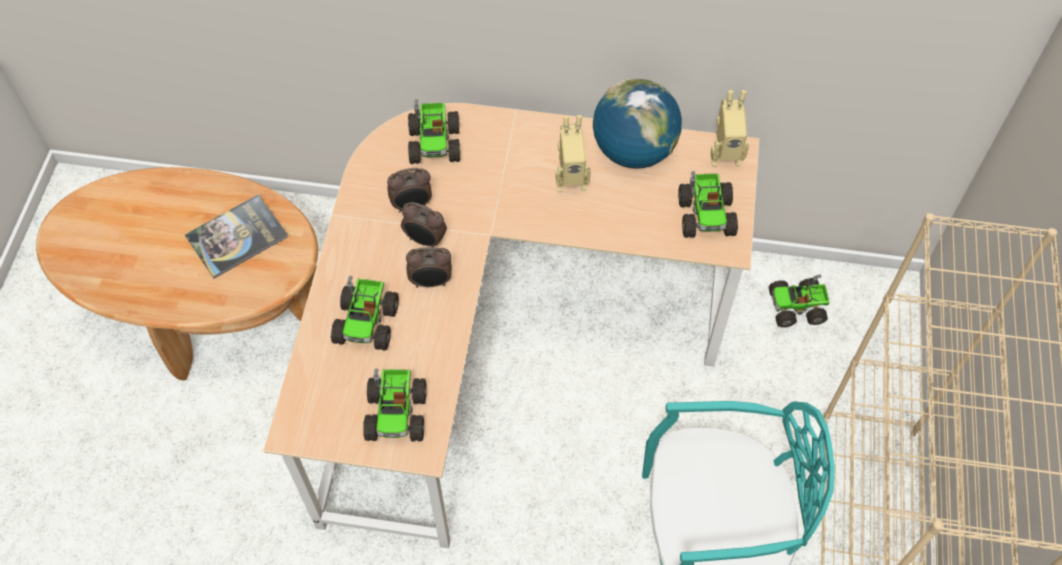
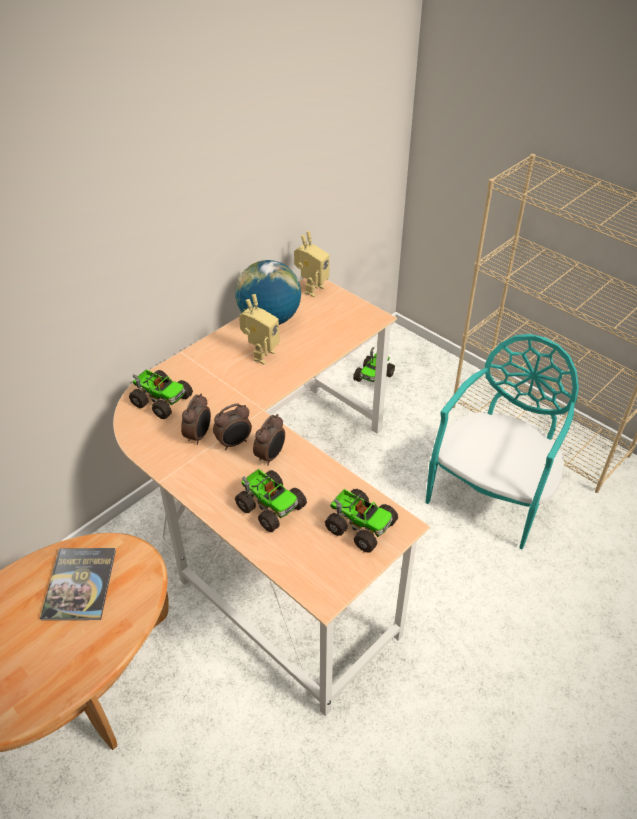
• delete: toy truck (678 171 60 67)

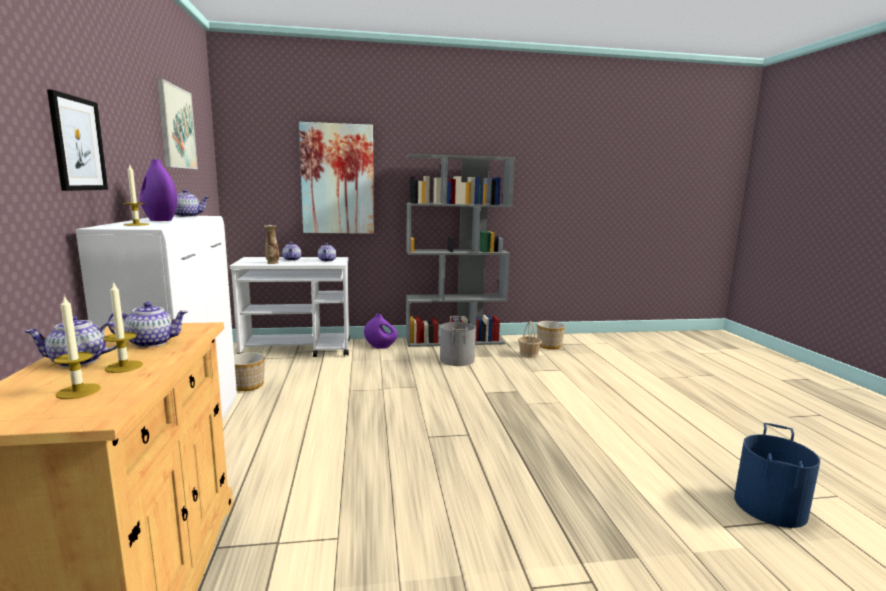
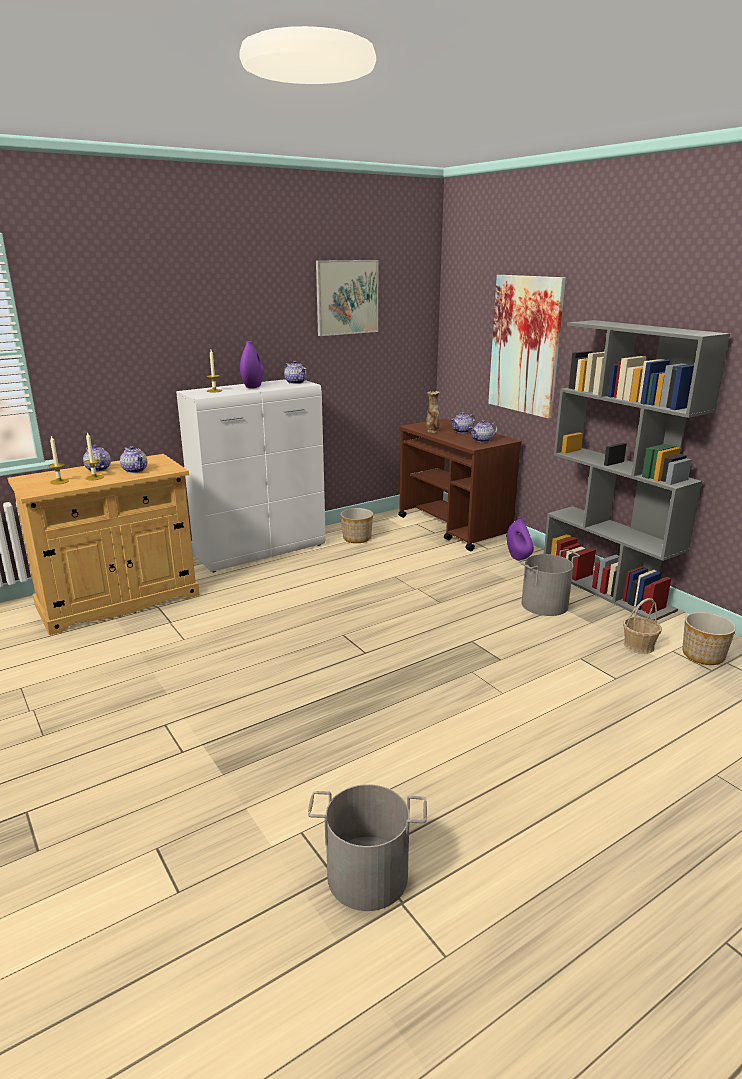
• recolor: bucket (blue) (734 423 86 105) to bucket (grey) (308 784 119 127)
• recolor: cart (white) (230 257 120 100) to cart (brown) (398 419 124 132)
• delete: picture (47 89 61 102)

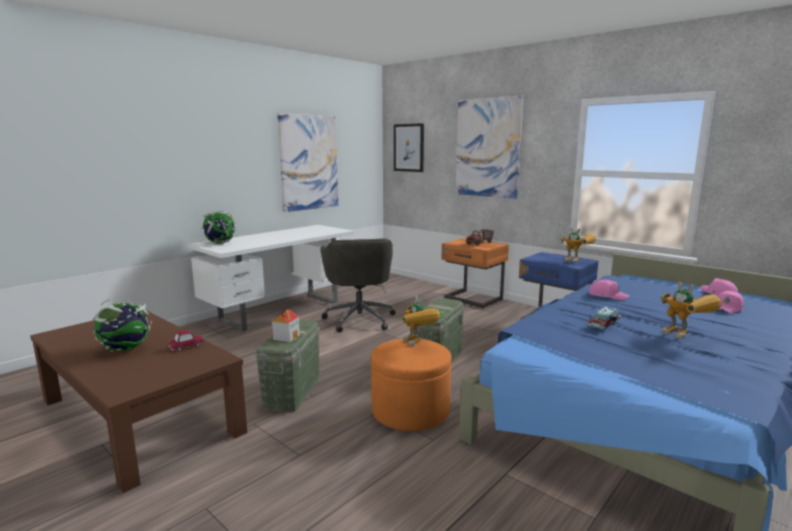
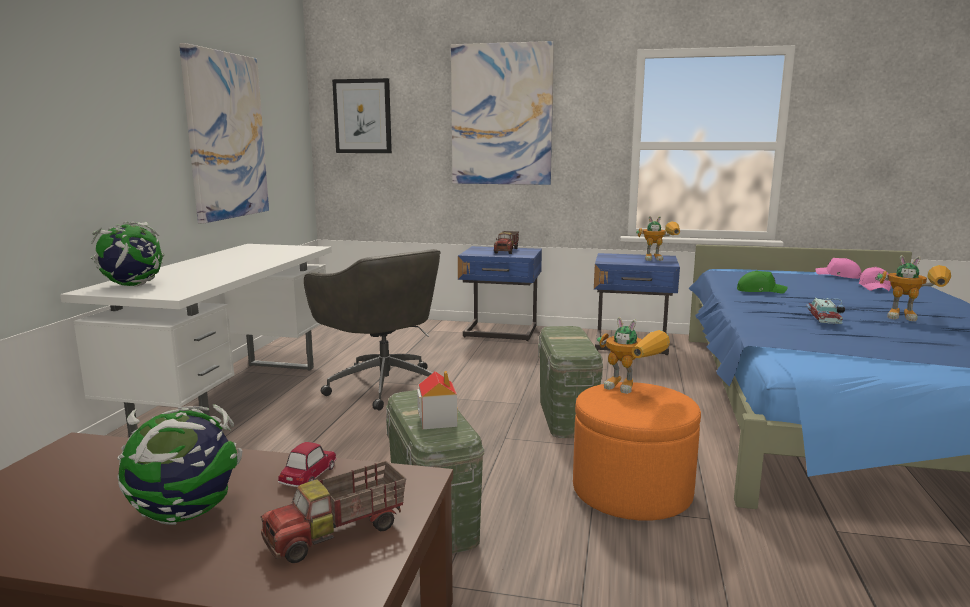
• insert: toy truck (261 461 145 102)
• recolor: nightstand (orange) (441 238 68 71) to nightstand (blue) (458 246 84 95)
• recolor: cap (pink) (588 279 41 22) to cap (green) (737 270 51 24)

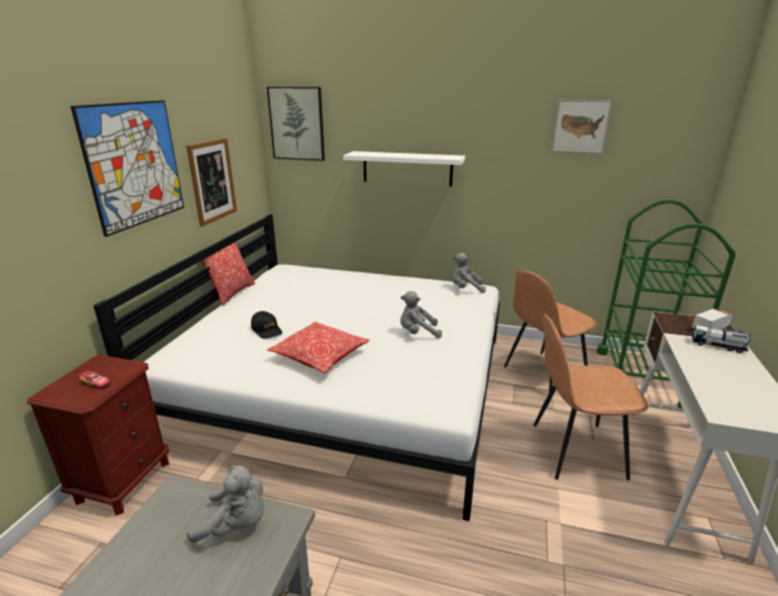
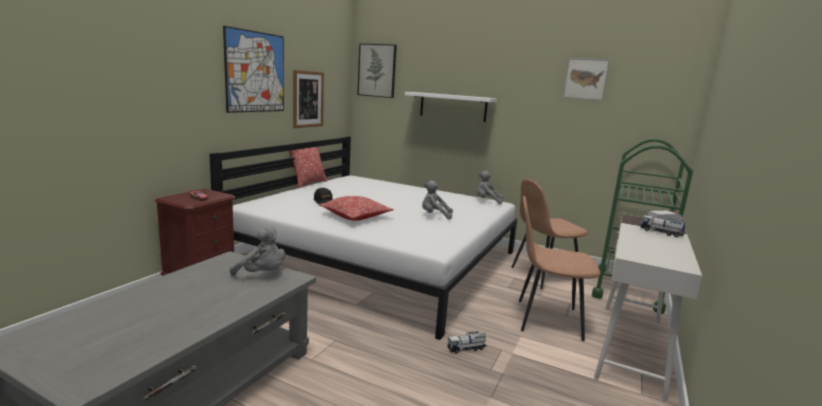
• insert: toy truck (447 331 40 23)

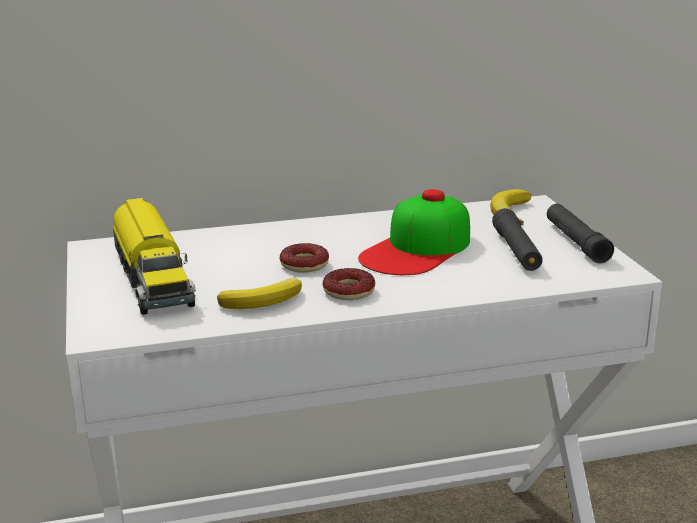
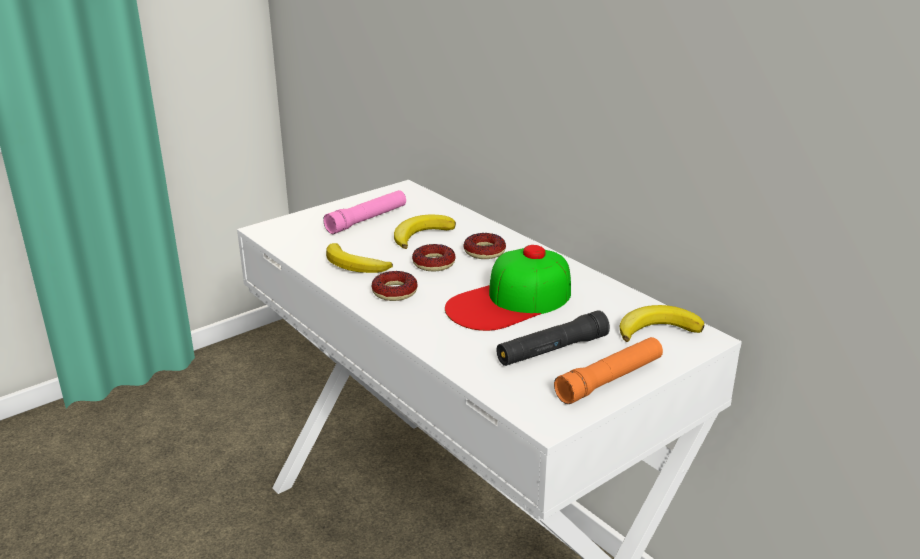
• replace: toy truck (113 198 83 117) to flashlight (pink) (323 190 83 44)
• insert: banana (394 214 62 35)
• rotate: cap (358 189 112 86) = (445 245 126 86) 45 degrees counterclockwise
• insert: donut (464 233 42 26)
• recolor: flashlight (black) (547 204 67 59) to flashlight (orange) (554 337 109 67)

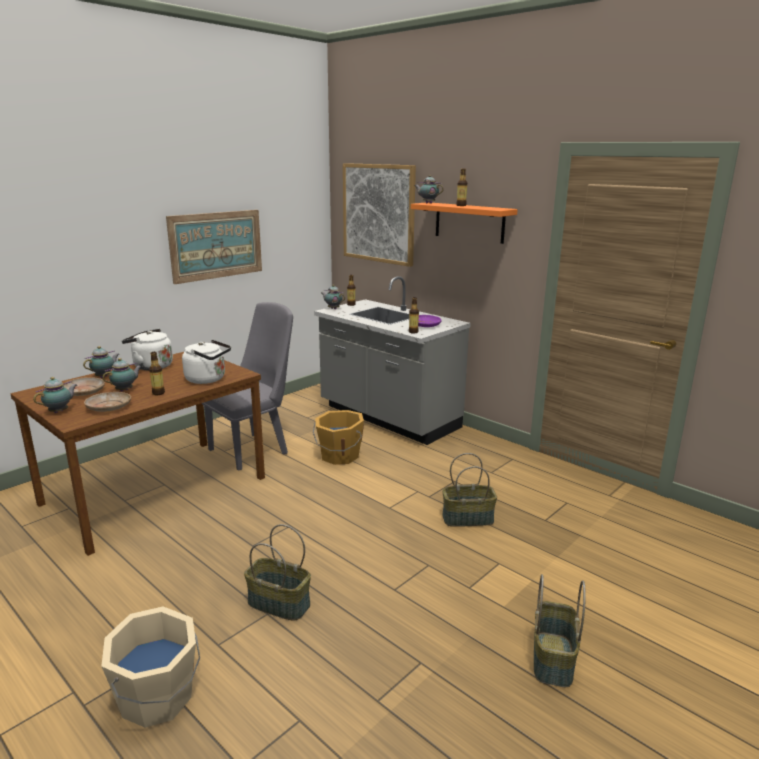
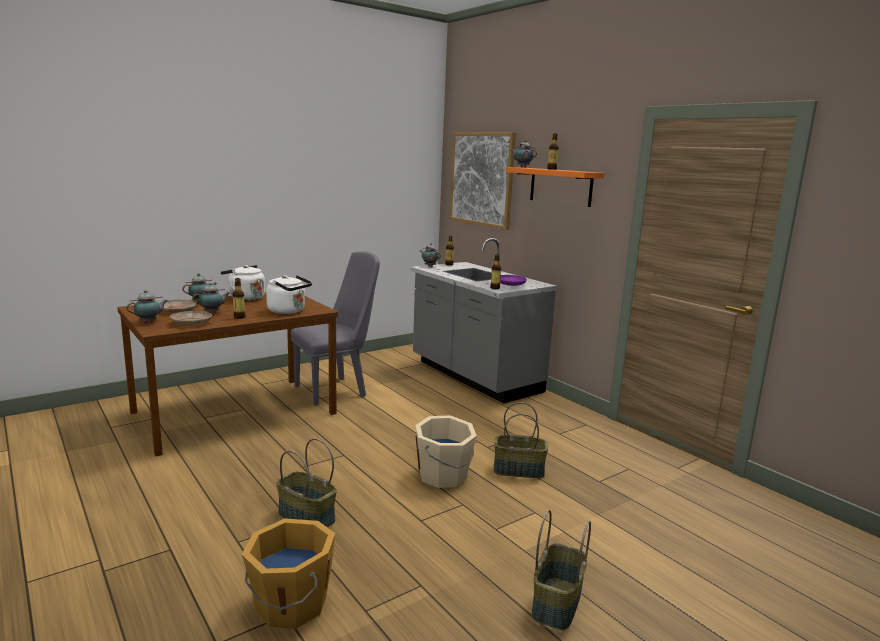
• move: bucket (orange) (313 410 51 55) to (242 518 93 111)
• move: bucket (beige) (101 606 99 122) to (415 415 62 73)
• delete: picture (166 210 96 74)

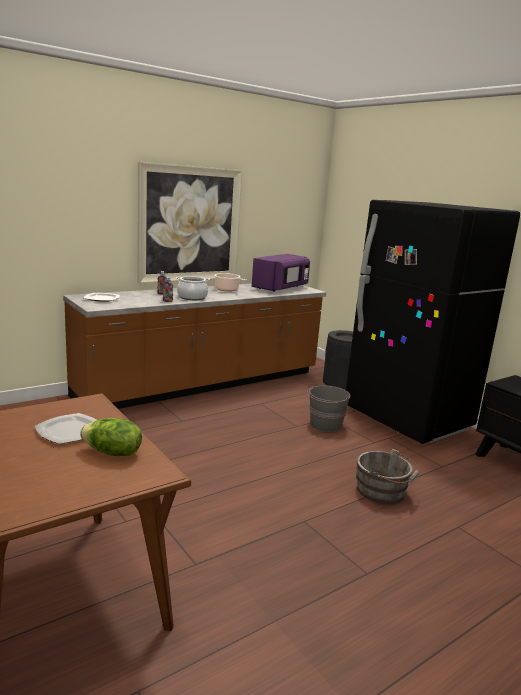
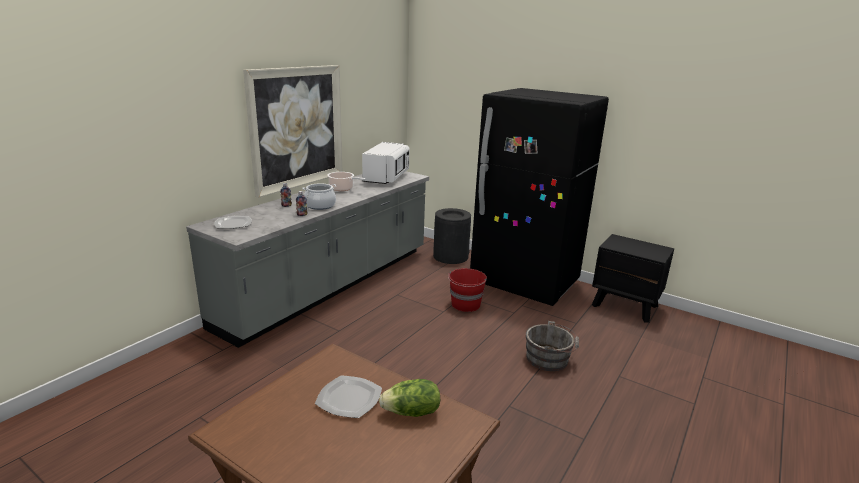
• recolor: counter (brown) (63 284 263 125) to counter (grey) (186 171 243 177)
• recolor: microwave (purple) (251 254 59 38) to microwave (white) (362 142 47 42)
• recolor: bucket (grey) (307 386 44 46) to bucket (red) (448 268 39 44)

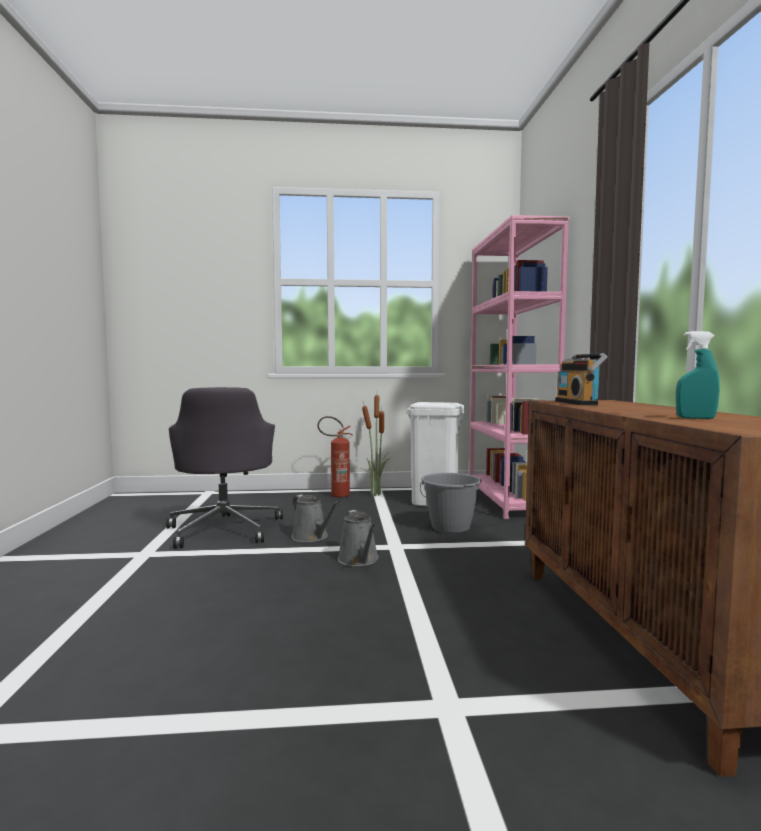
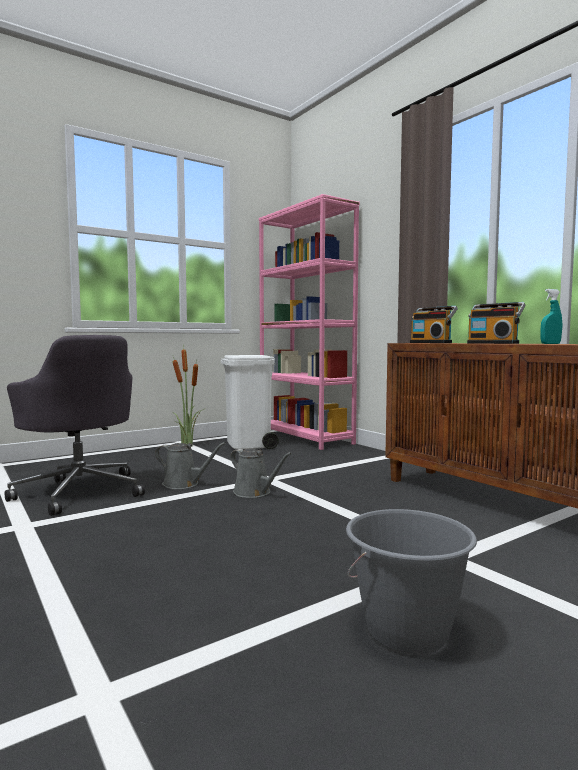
• move: bucket (grey) (420 473 62 61) to (346 509 131 146)
• insert: radio (467 302 59 42)
• delete: fire extinguisher (317 416 36 81)

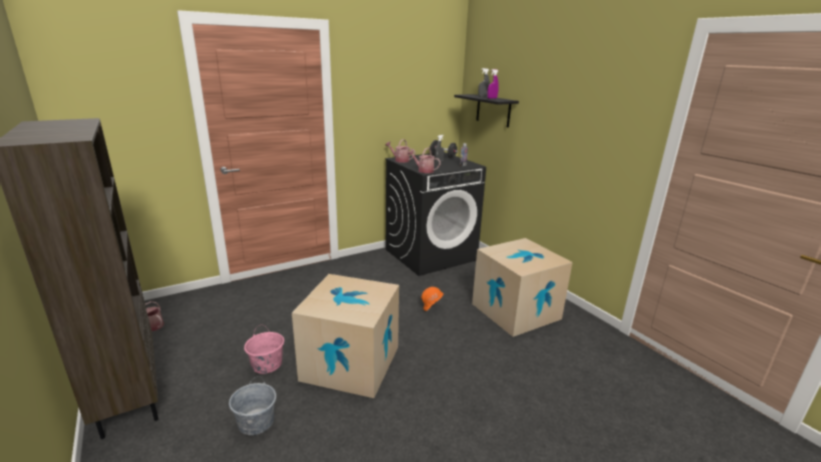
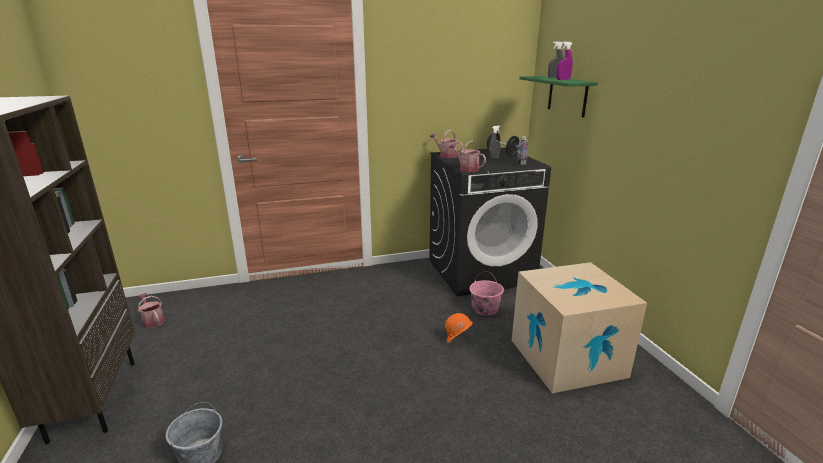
• move: bucket (pink) (244 325 40 49) to (469 271 35 45)
• recolor: shelf (black) (454 94 65 34) to shelf (green) (519 76 79 41)
• delete: cardboard box (292 274 107 124)

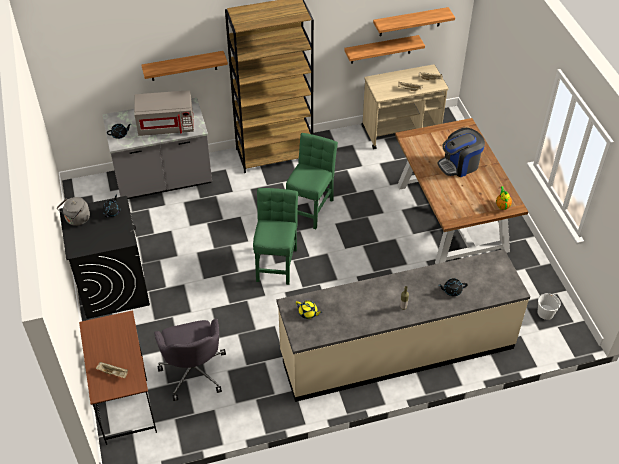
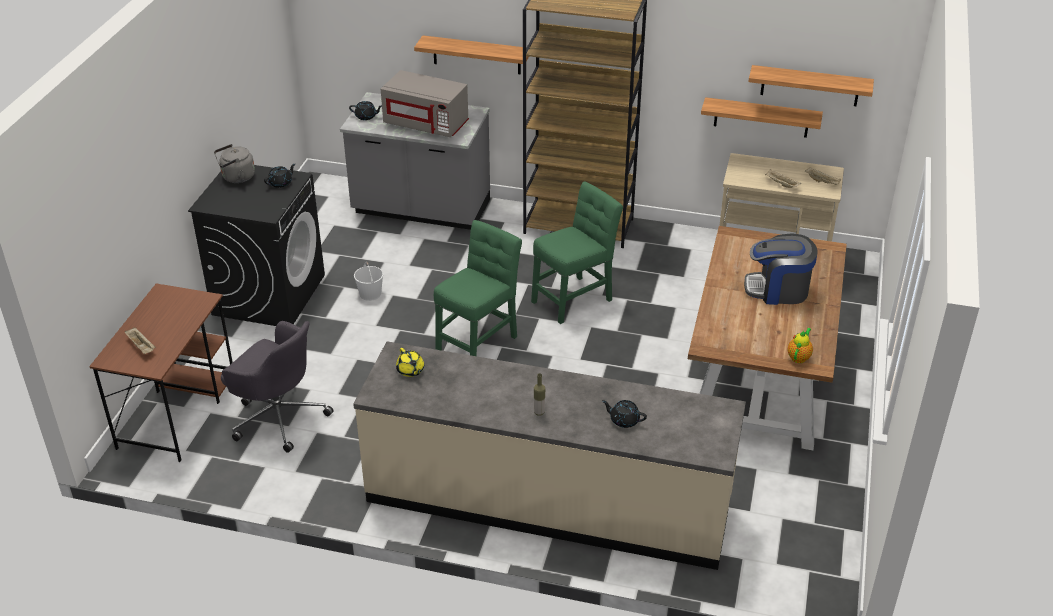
• rotate: office chair (grey) (154 319 72 82) = (221 321 113 132) 75 degrees counterclockwise
• move: bucket (white) (538 293 23 27) to (354 262 29 39)

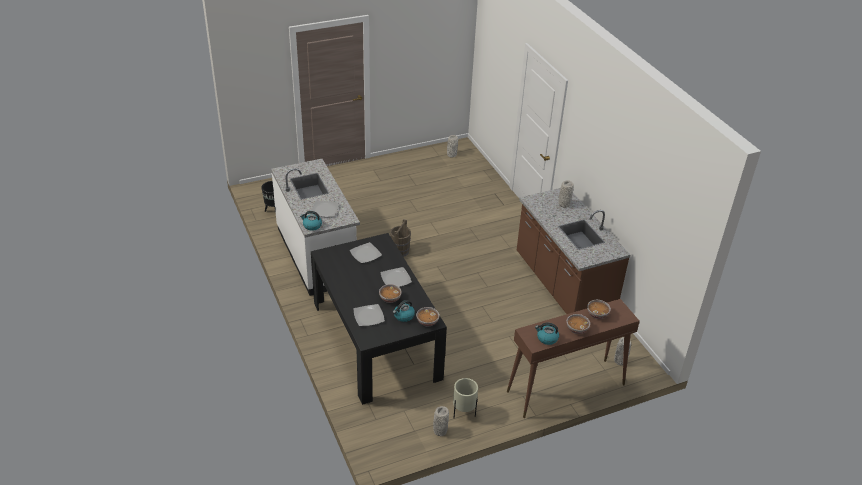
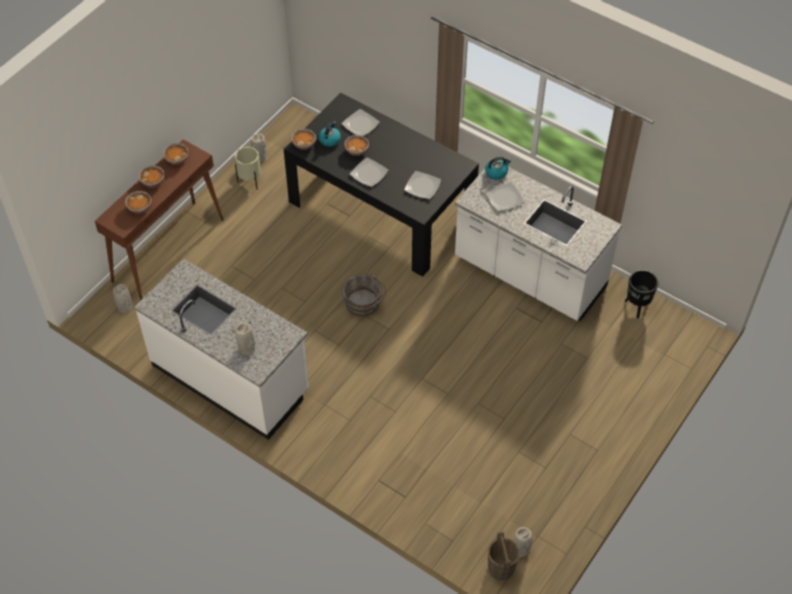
• recolor: counter (brown) (517 188 113 126) to counter (white) (134 258 175 182)
• replace: kettle (535 323 24 22) to bowl (163 143 25 22)
• insert: bucket (grey) (342 274 44 42)
• move: bucket (brown) (390 219 21 38) to (488 531 32 50)

